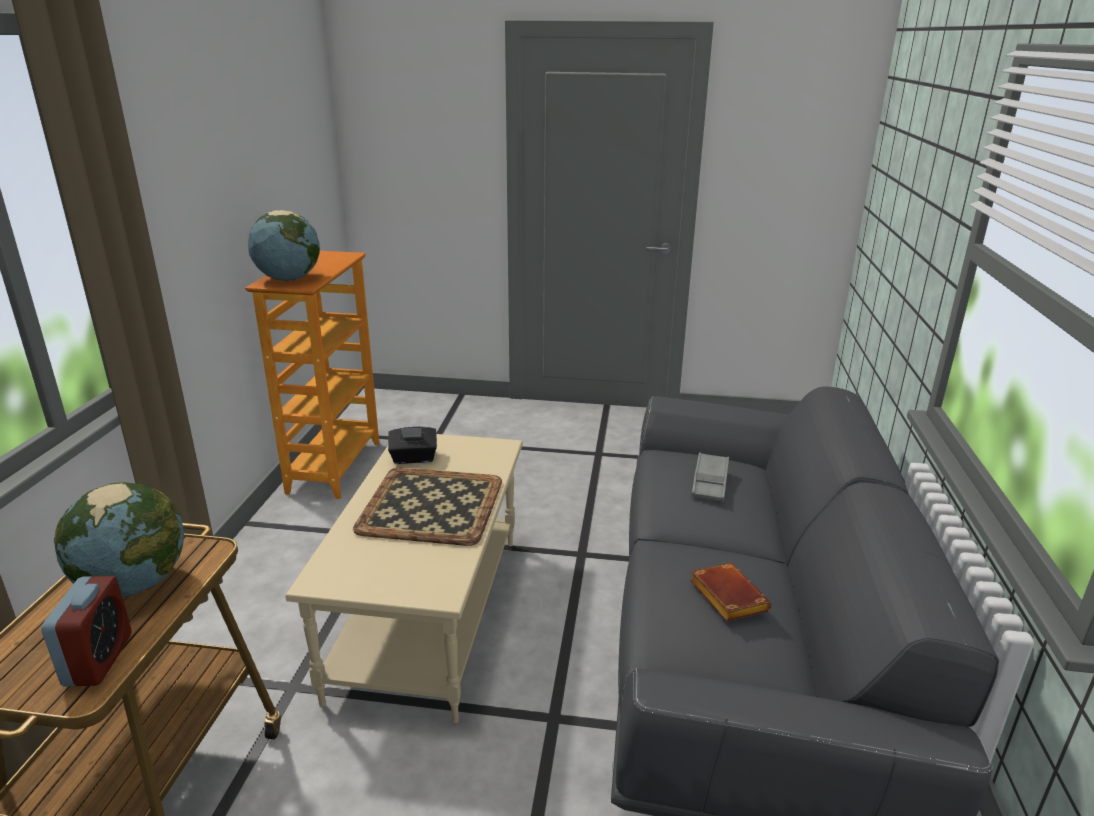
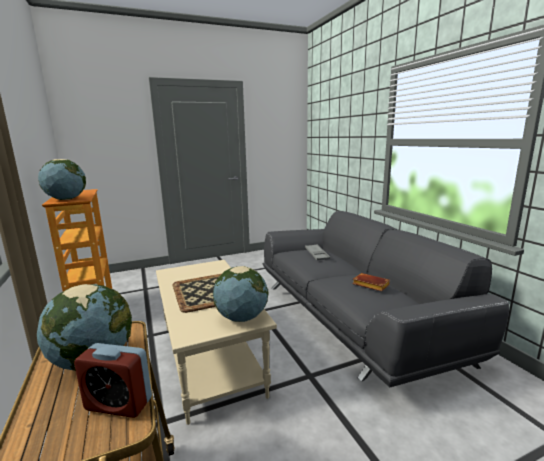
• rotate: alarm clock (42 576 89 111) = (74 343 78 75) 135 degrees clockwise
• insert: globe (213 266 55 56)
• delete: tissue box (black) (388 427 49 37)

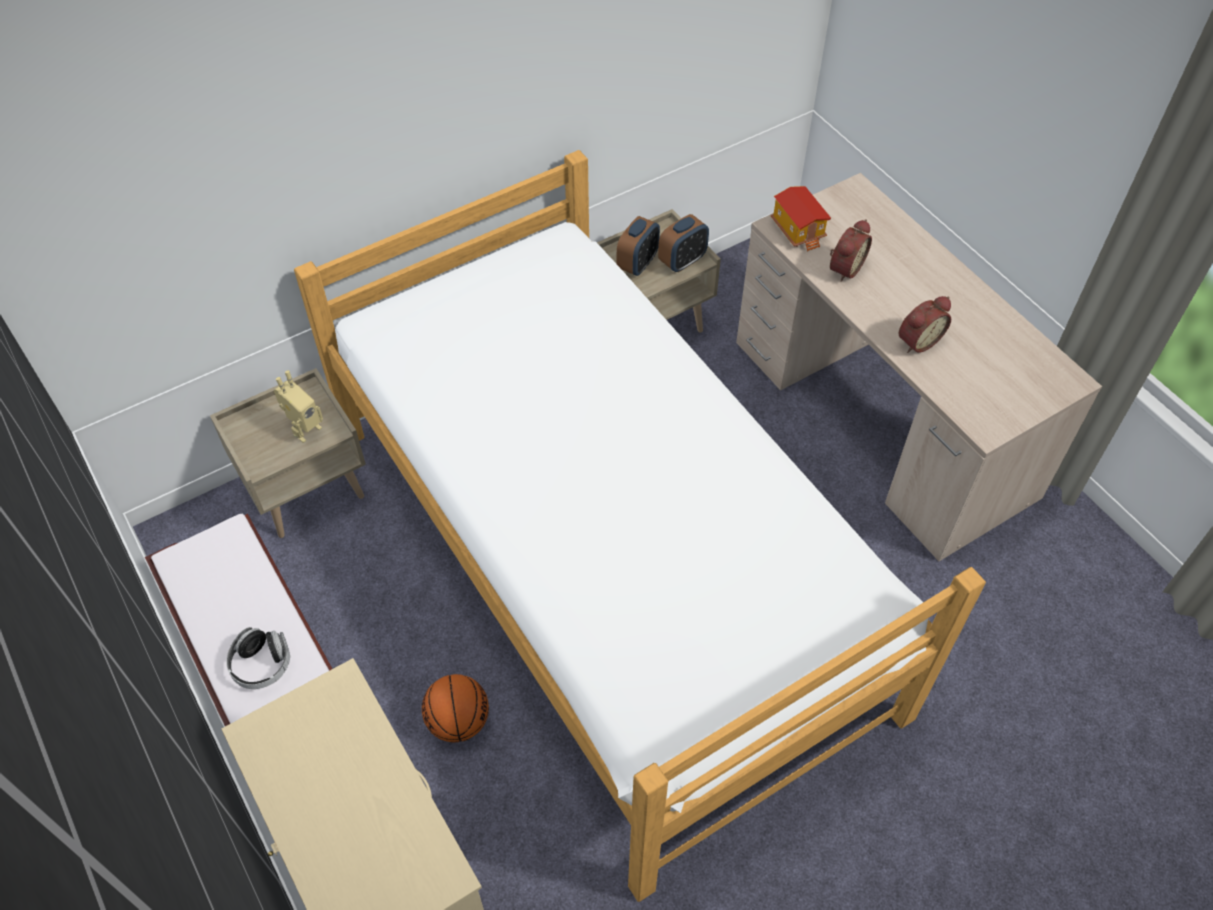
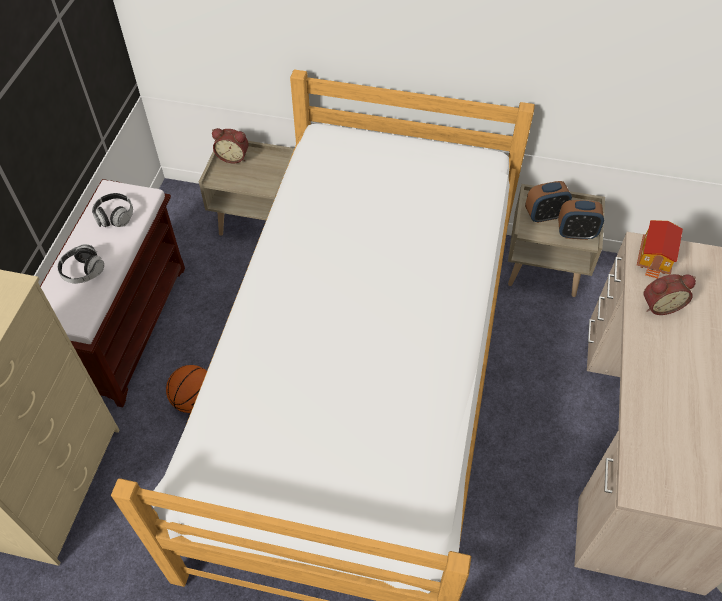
• insert: headphones (92 193 41 34)
• move: alarm clock (899 296 52 57) to (212 128 37 35)
• delete: toy robot (274 371 49 72)

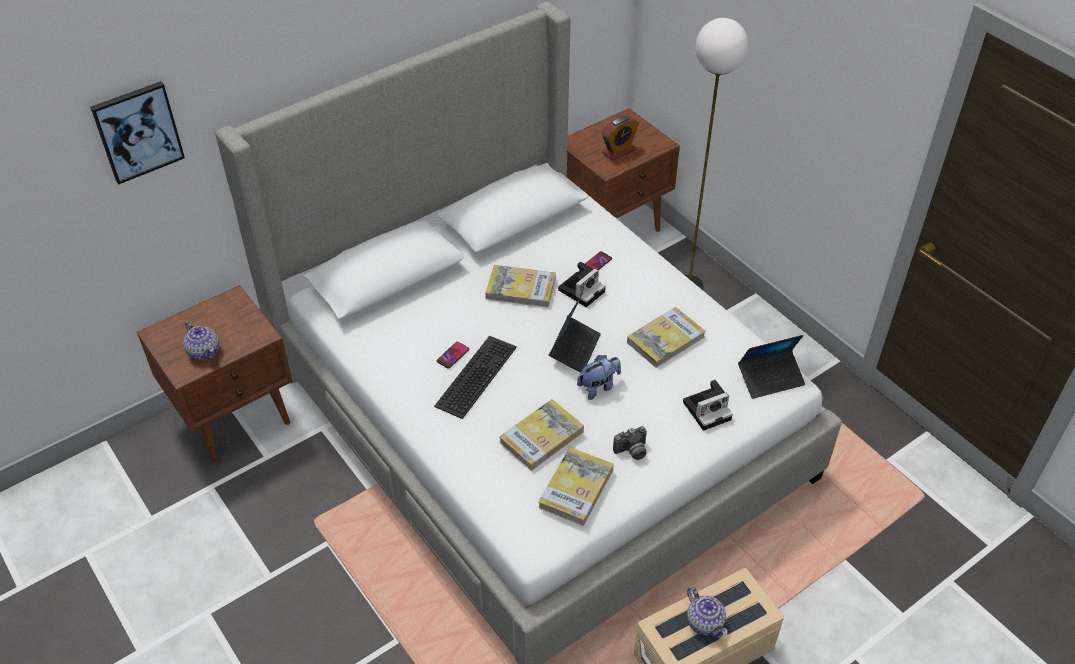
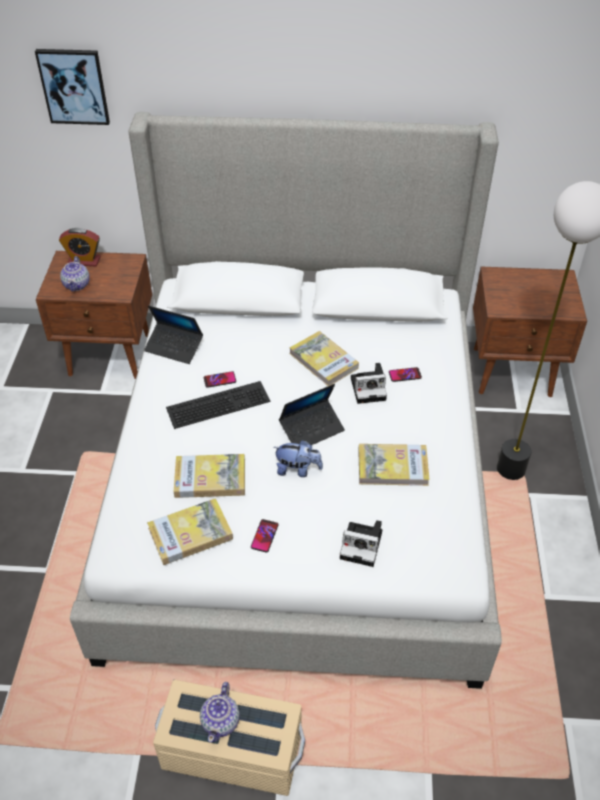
• move: alarm clock (602 116 37 45) to (59 228 42 38)
• move: laptop (738 335 67 64) to (144 306 59 58)
• replace: photo camera (613 426 34 34) to phone (251 519 27 34)

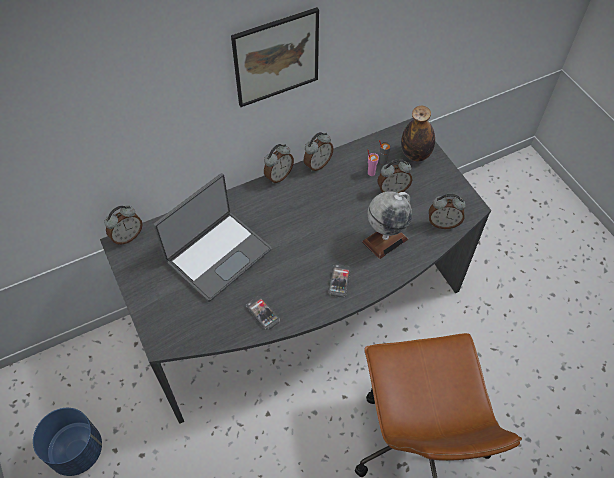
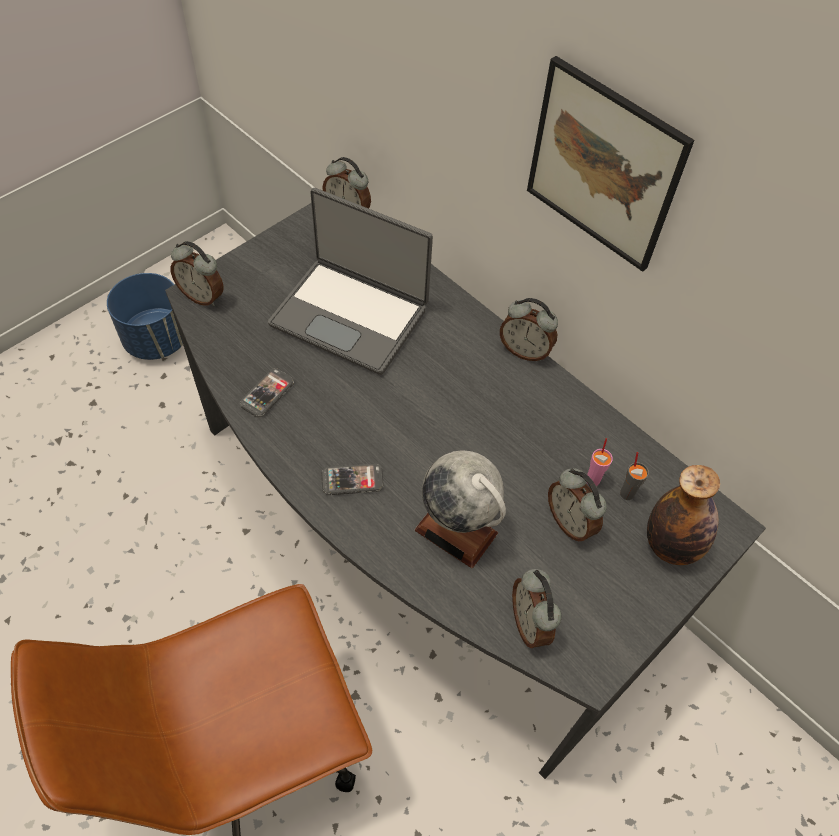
• move: alarm clock (304 132 29 39) to (170 241 54 65)

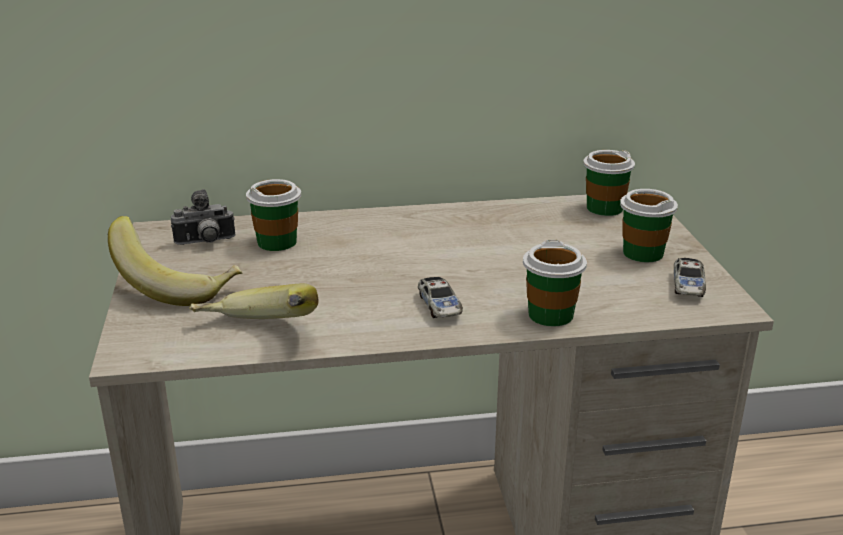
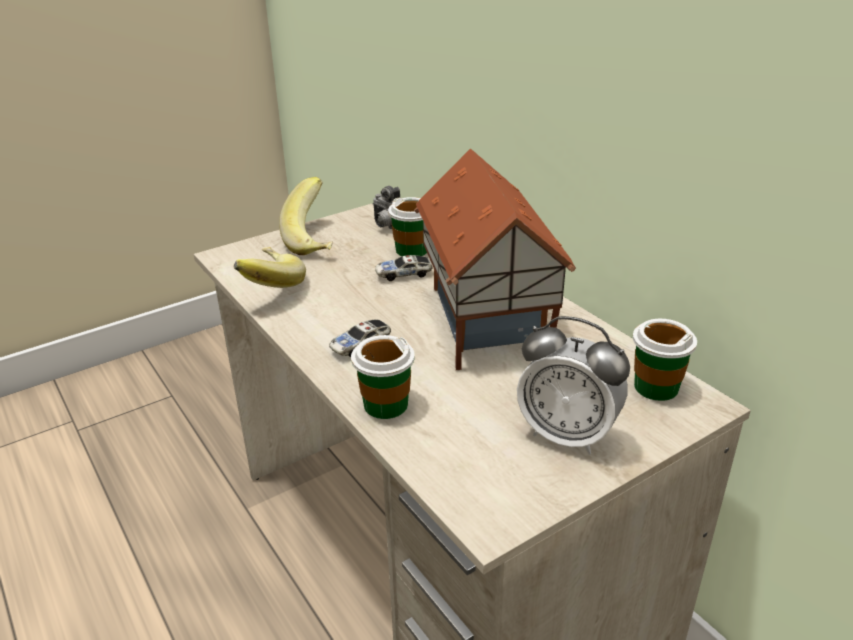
• move: toy car (674 258 32 39) to (375 255 58 26)
• insert: toy house (414 148 162 222)
• replace: cup (620 189 58 73) to alarm clock (517 316 113 139)

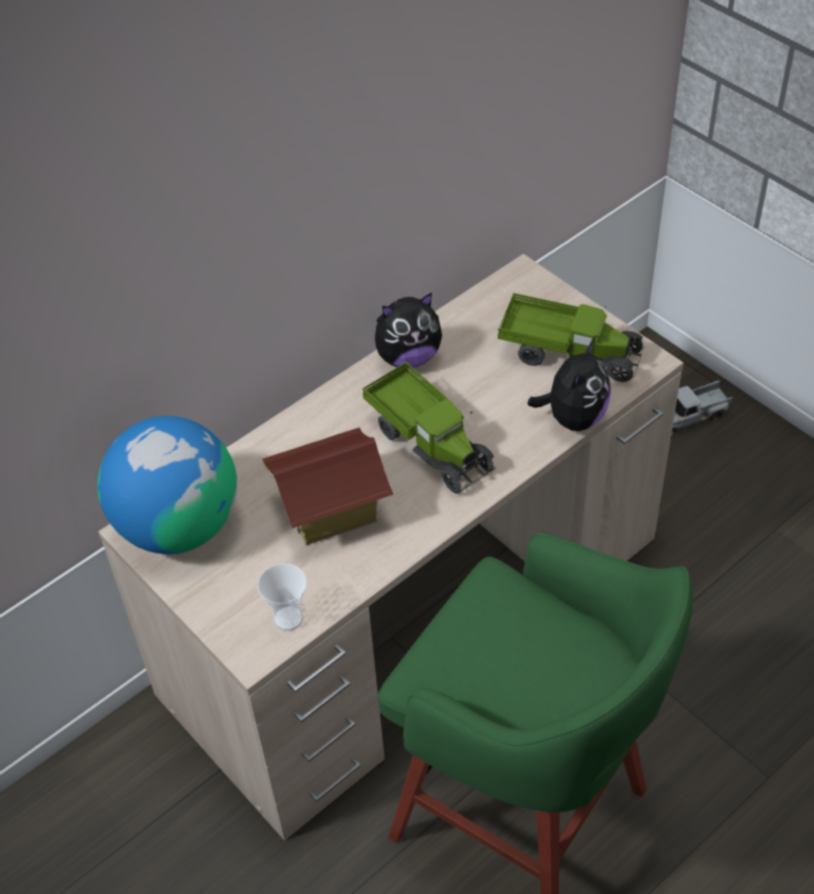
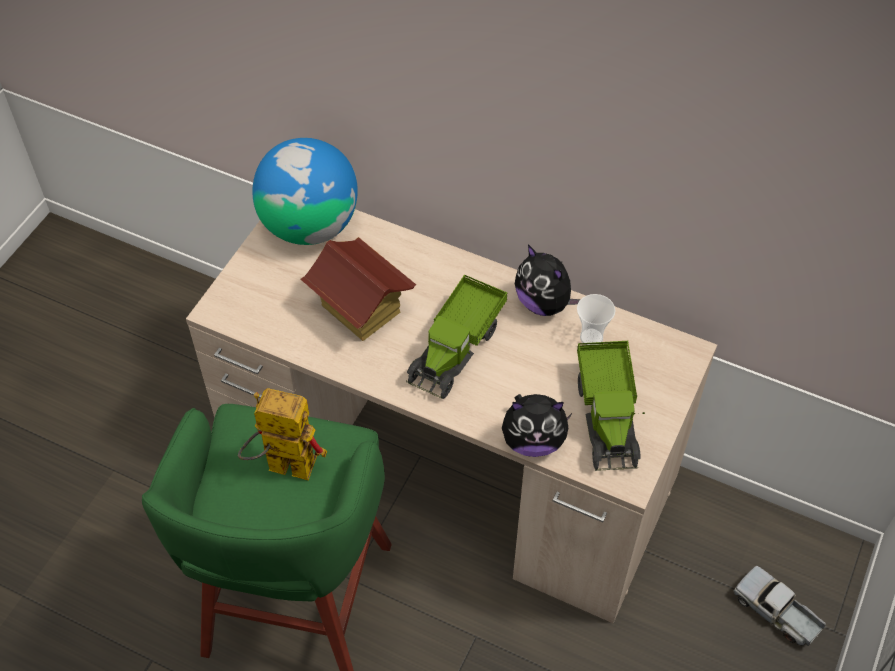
• insert: toy robot (238 388 89 93)
• move: cup (257 563 50 68) to (577 294 39 51)

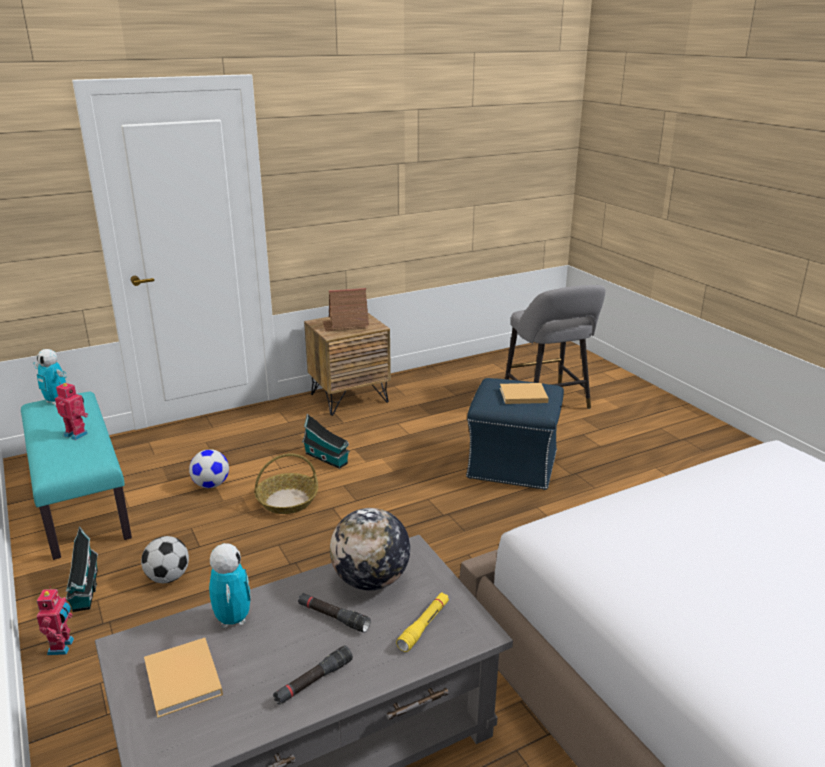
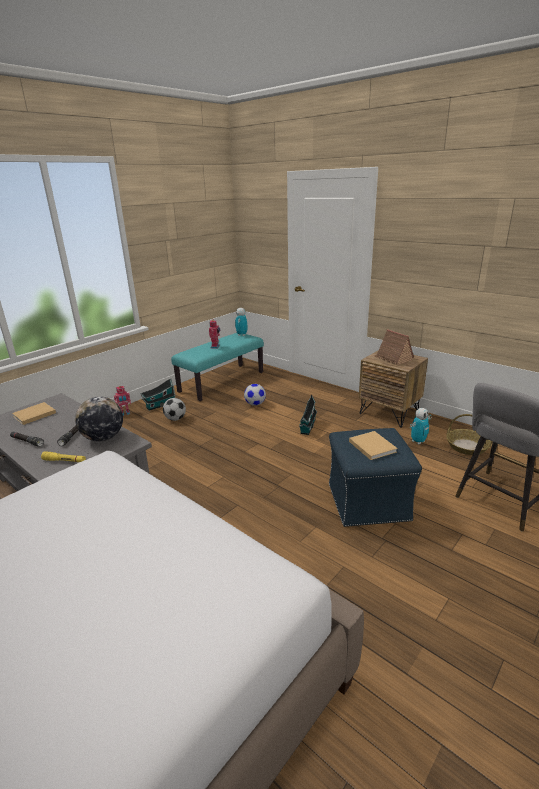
• move: toy robot (209 543 42 85) to (410 408 21 36)
• move: basket (254 453 64 61) to (446 414 46 41)

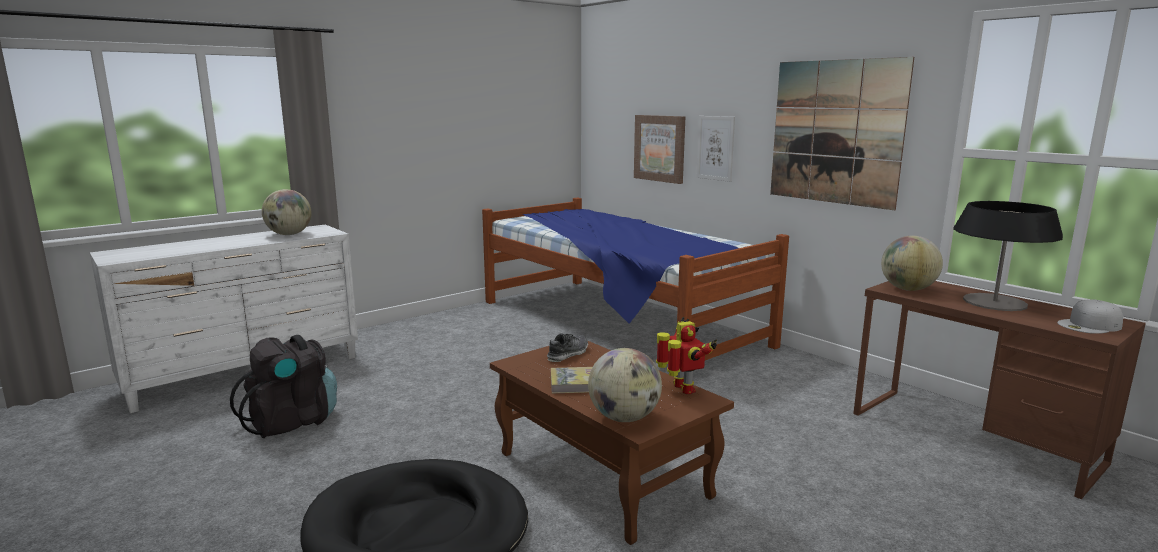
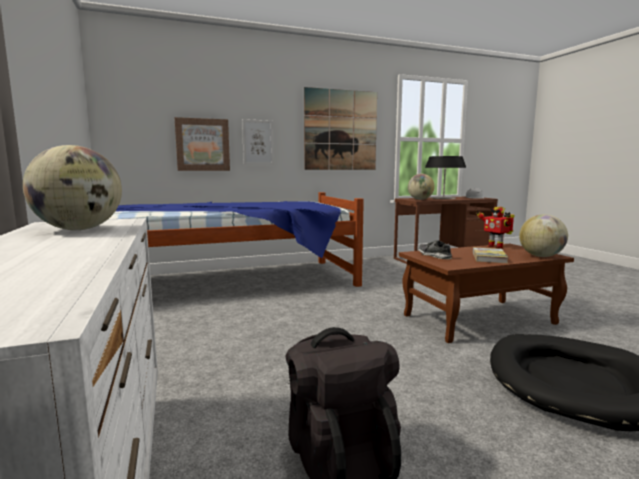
• rotate: toy robot (656 317 61 77) = (476 207 38 41) 120 degrees counterclockwise

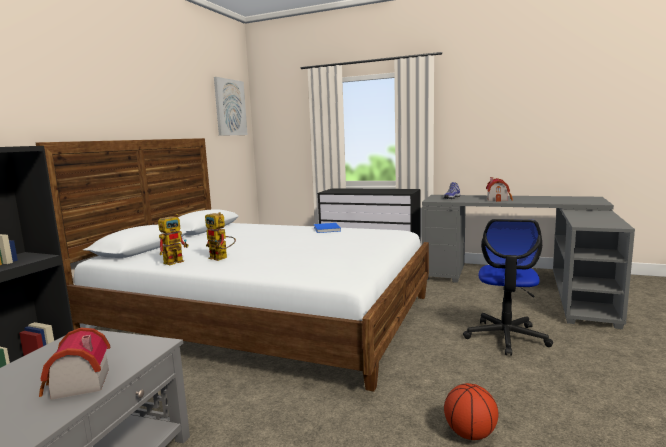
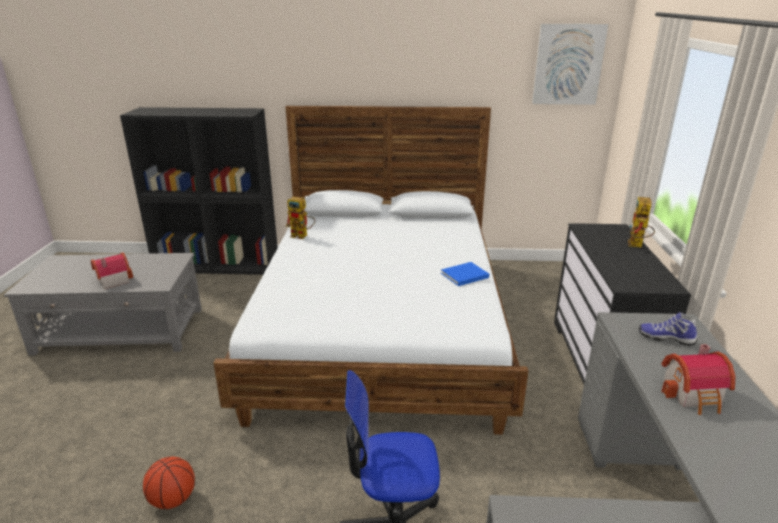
• move: toy robot (205 212 31 49) to (628 197 27 51)

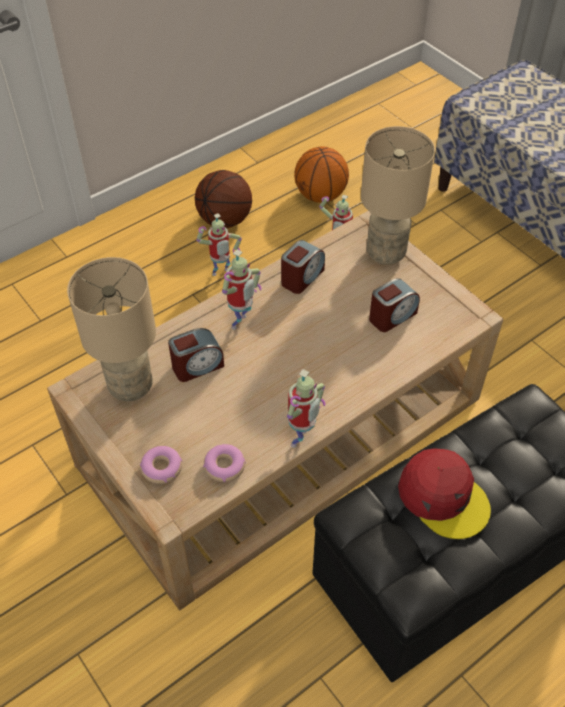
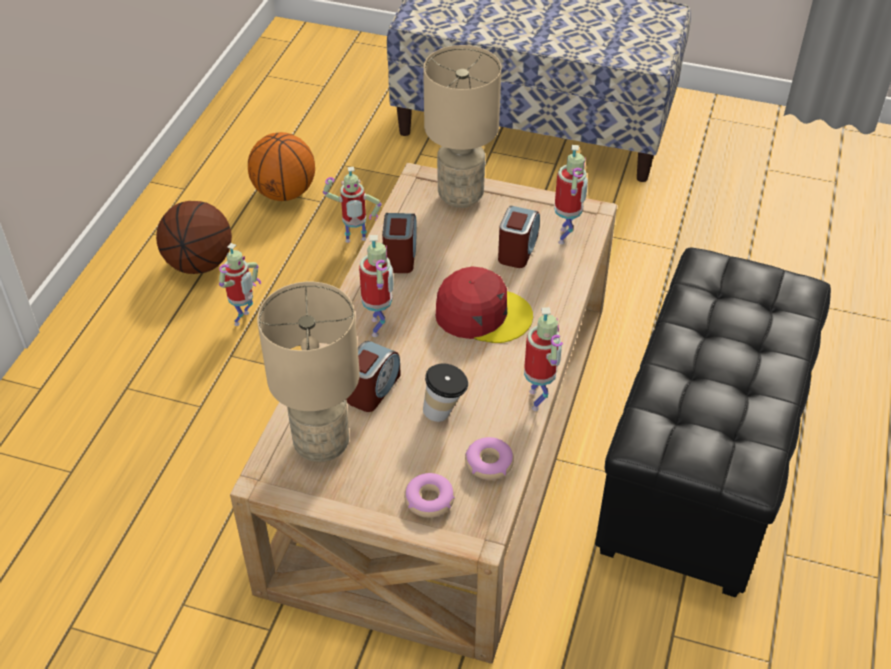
• insert: cup (423 363 45 59)
• move: cap (red) (398 448 93 91) to (436 266 97 77)
• insert: toy robot (554 145 34 99)

